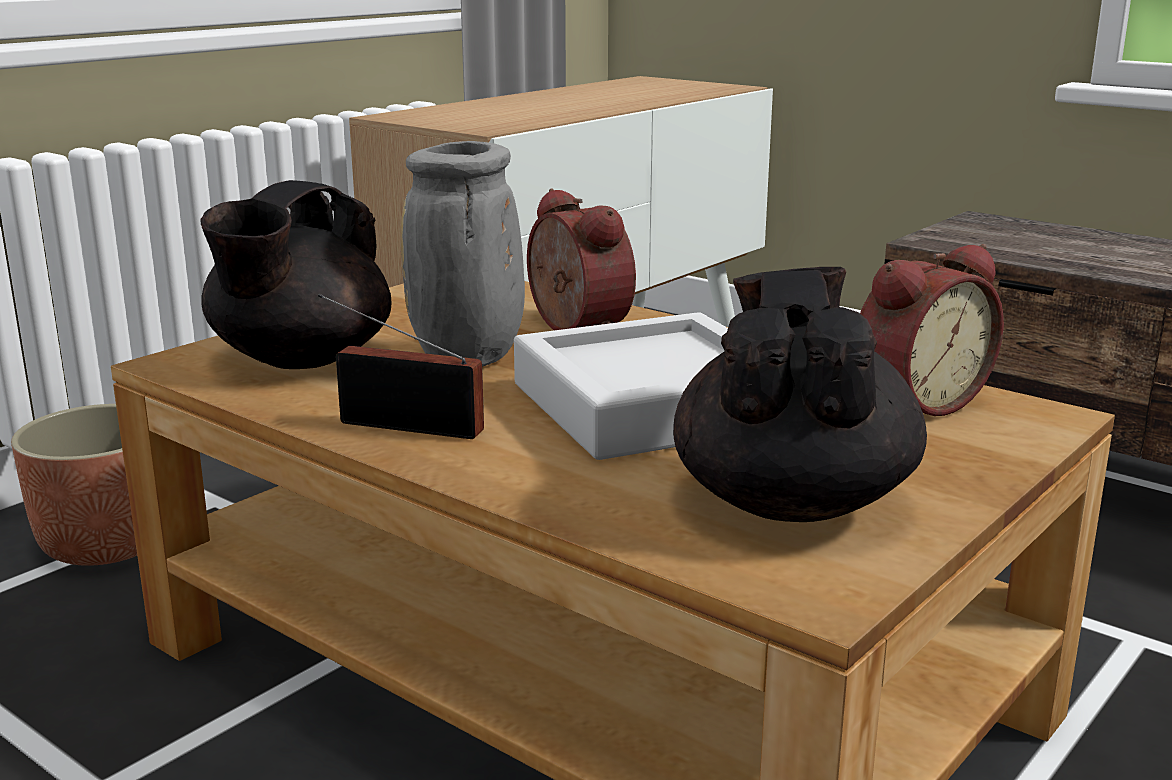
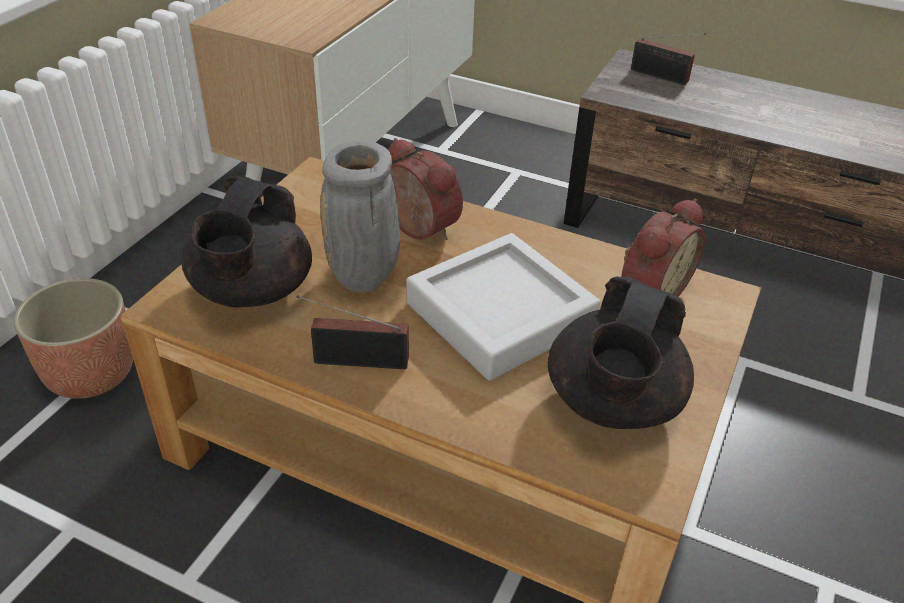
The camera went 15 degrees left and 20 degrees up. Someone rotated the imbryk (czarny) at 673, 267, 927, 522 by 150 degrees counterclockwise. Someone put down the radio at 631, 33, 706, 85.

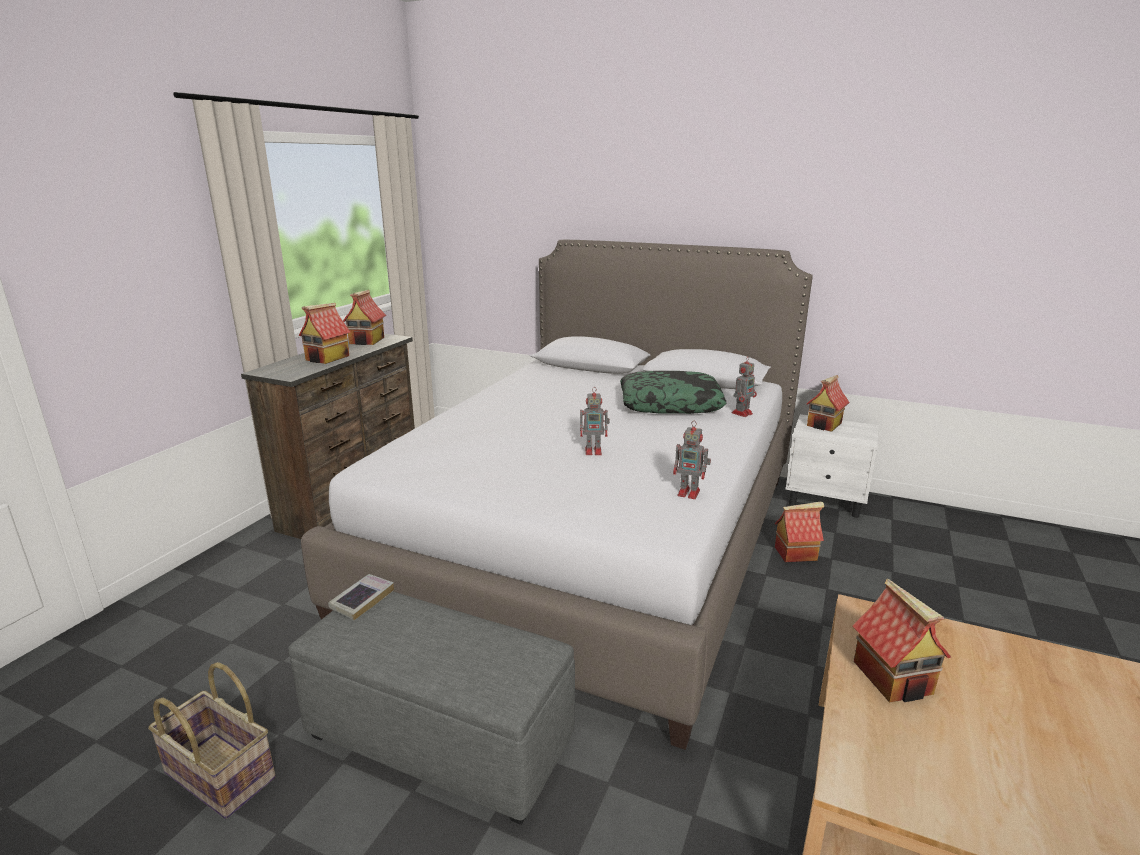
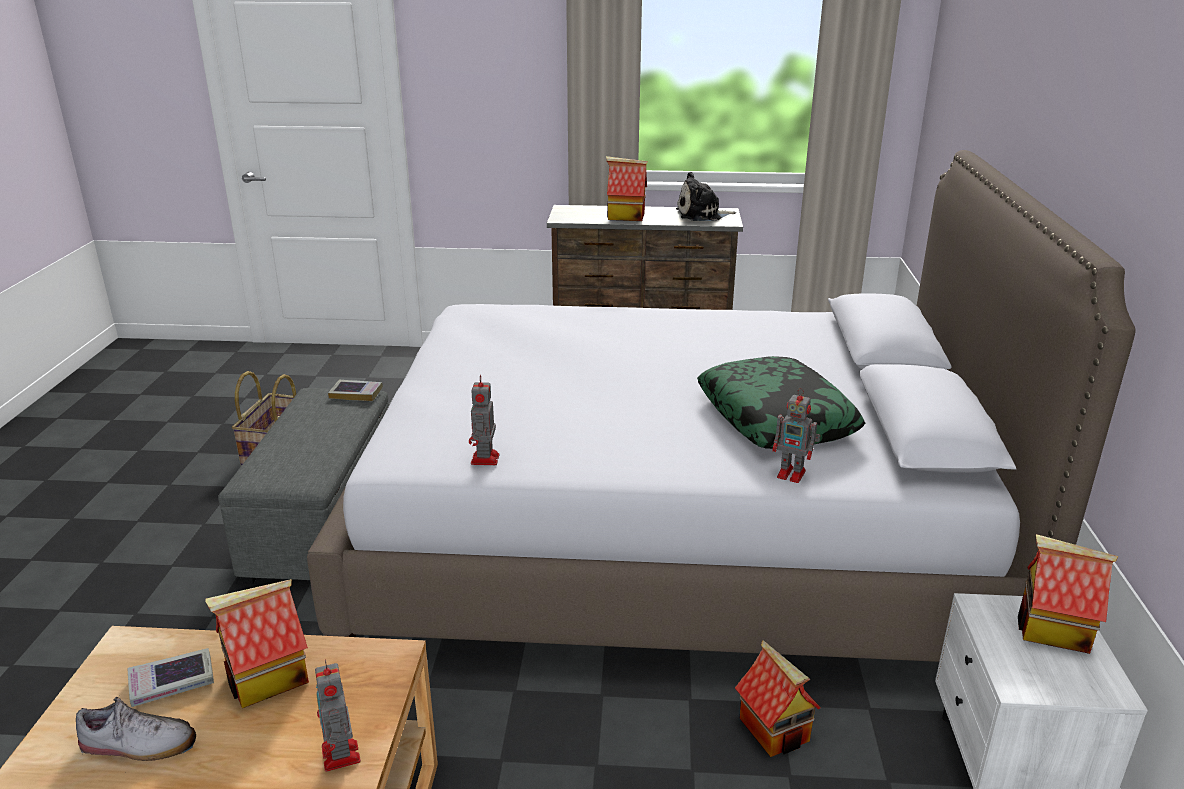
The camera went 70 degrees right and 5 degrees up. Someone put down the but at 76, 695, 196, 761. Someone put down the książka at 127, 648, 214, 707. Someone carried the robot zabawkowy from 580, 387, 610, 455 to 315, 660, 361, 772. Someone swapped the domek at 343, 290, 386, 345 for the pluszak at 676, 172, 736, 221.

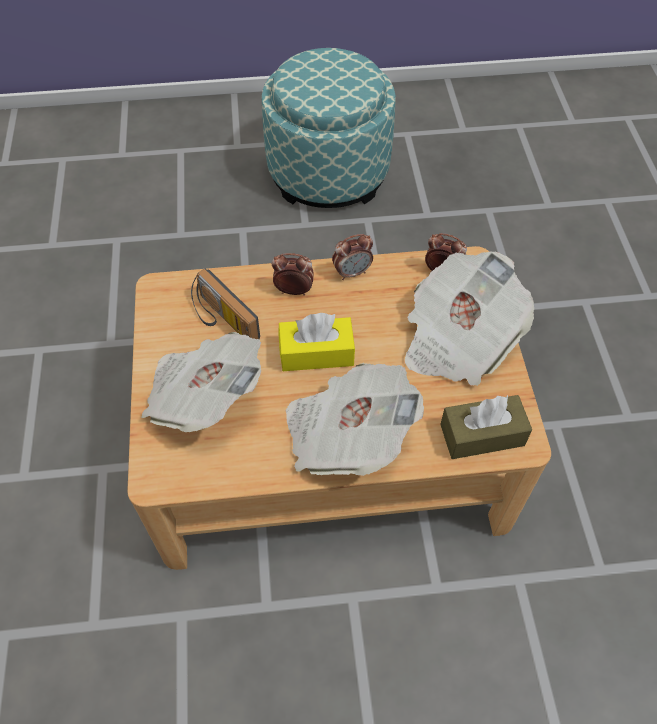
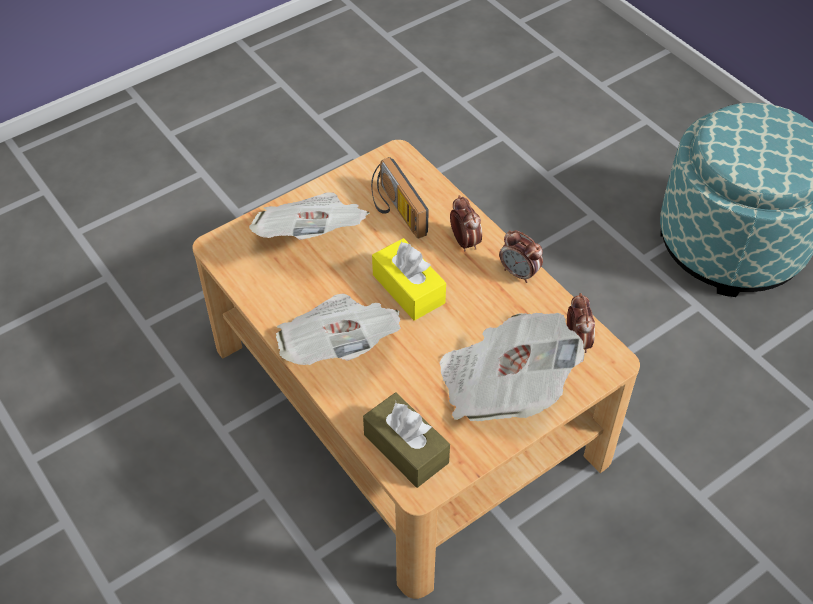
The camera went 60 degrees right and 5 degrees down. Someone rotated the radio at 191, 269, 260, 340 by 45 degrees counterclockwise.

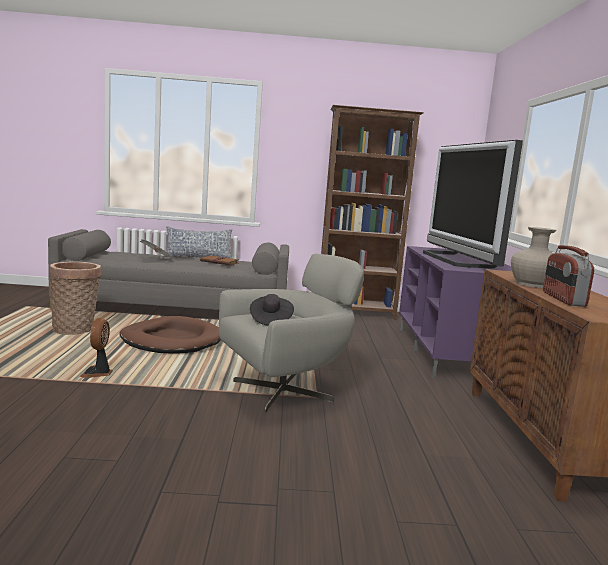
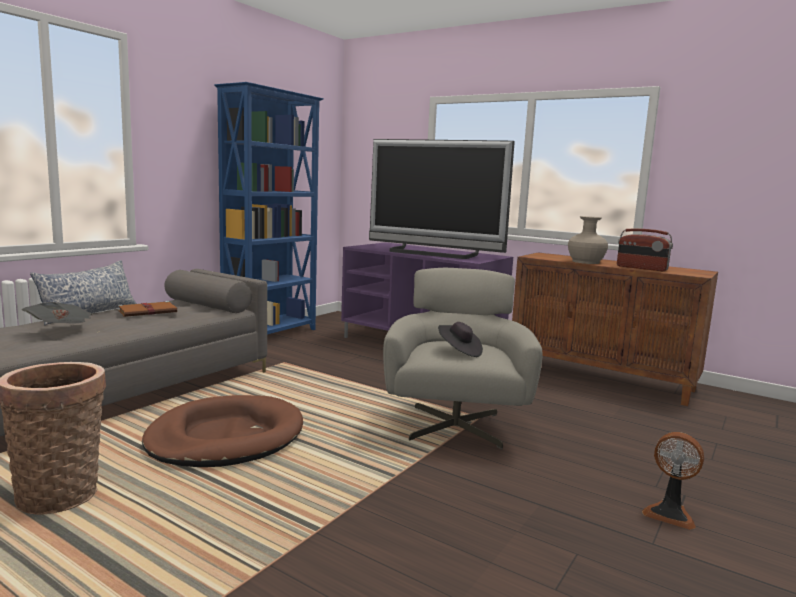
The camera went 55 degrees left and 0 degrees up. Someone repainted the regał (brązowy) at 321, 105, 424, 320, which became the regał (niebieski) at 214, 82, 324, 334. Someone carried the wentylator from 80, 318, 113, 378 to 642, 432, 704, 530.

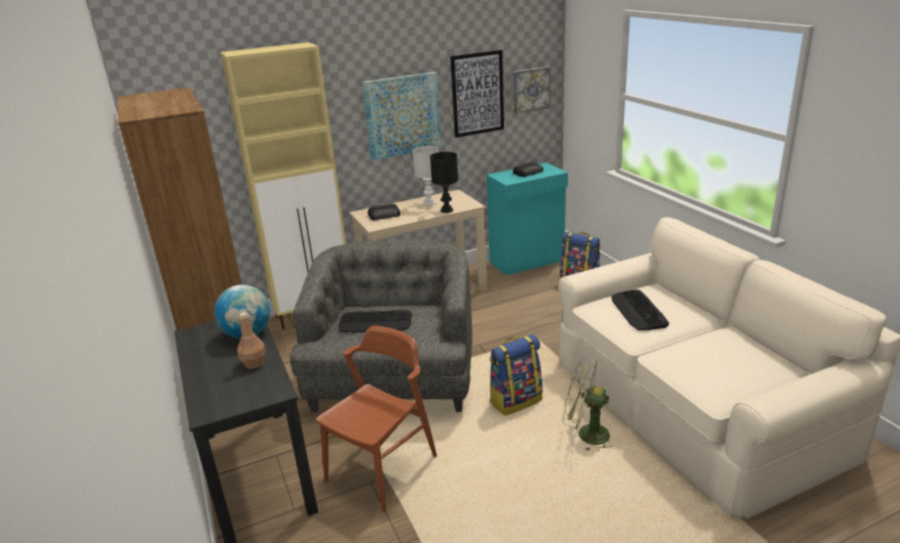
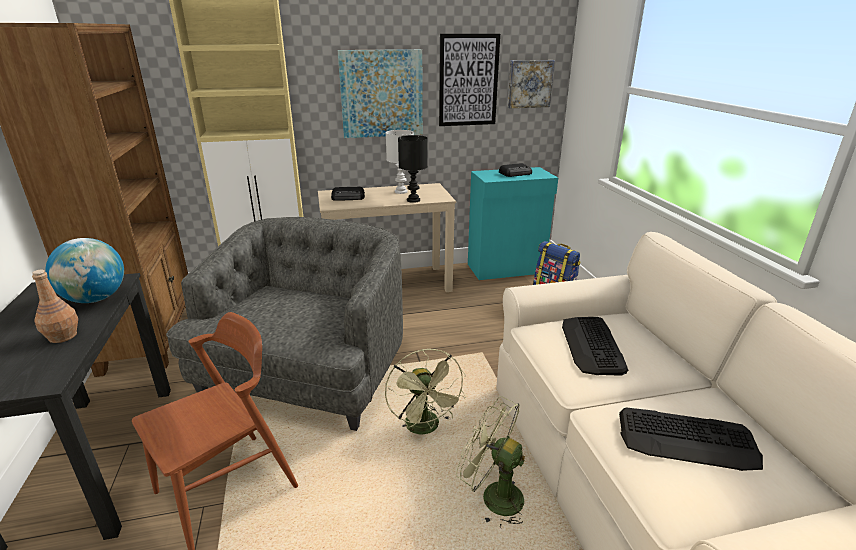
The camera went 10 degrees right and 0 degrees up. Someone swapped the plecak at 489, 334, 542, 415 for the wentylator (zielony) at 385, 349, 466, 434. Someone carried the klawiatura from 338, 310, 412, 333 to 619, 408, 763, 471.

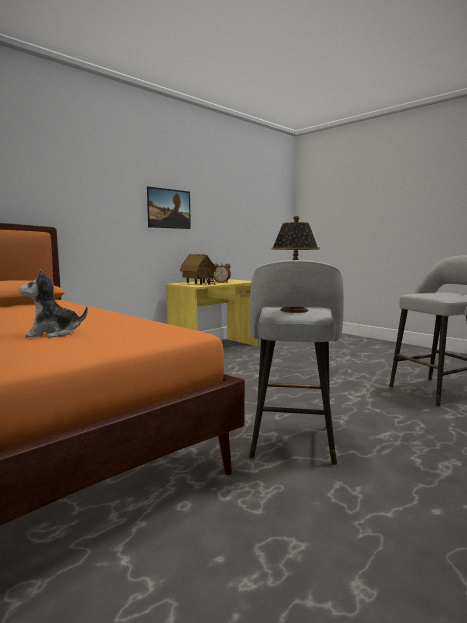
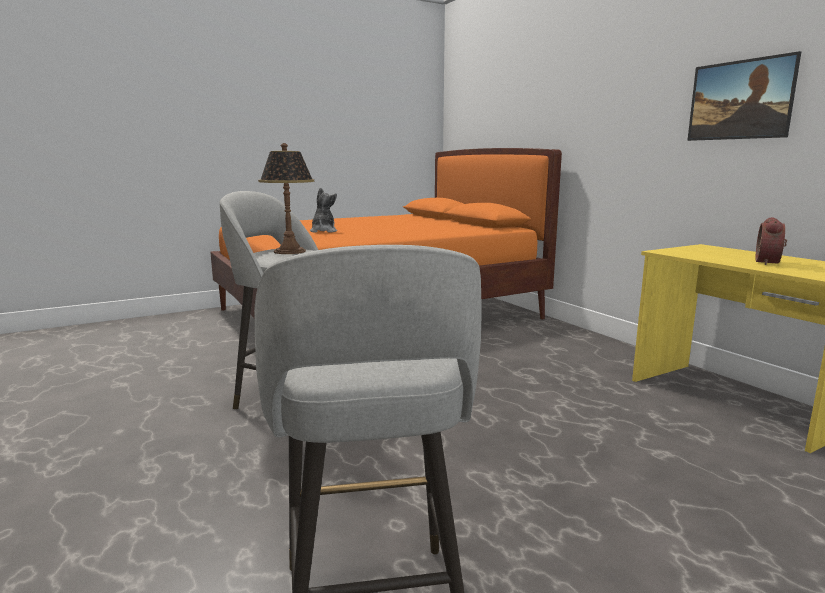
The camera went 105 degrees right and 5 degrees up. Someone took away the domek at 180, 254, 216, 285.

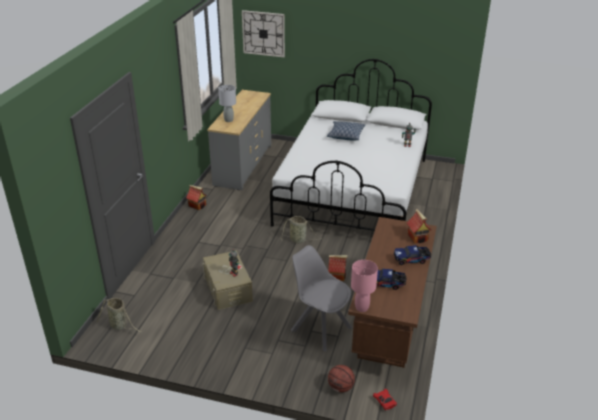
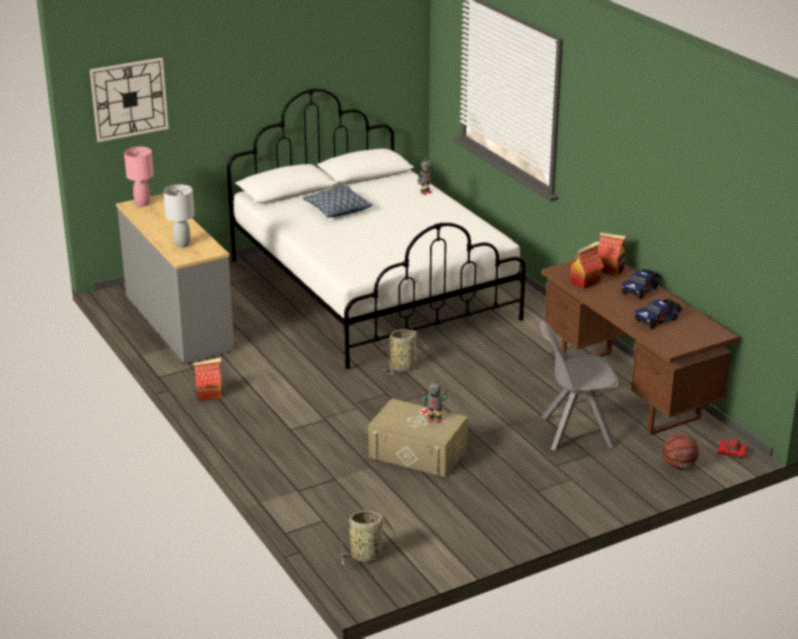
The camera went 45 degrees left and 5 degrees down. Someone carried the lampa stołowa (różowy) from 351, 260, 378, 312 to 124, 147, 154, 207. Someone carried the domek from 328, 255, 348, 281 to 569, 242, 605, 289.

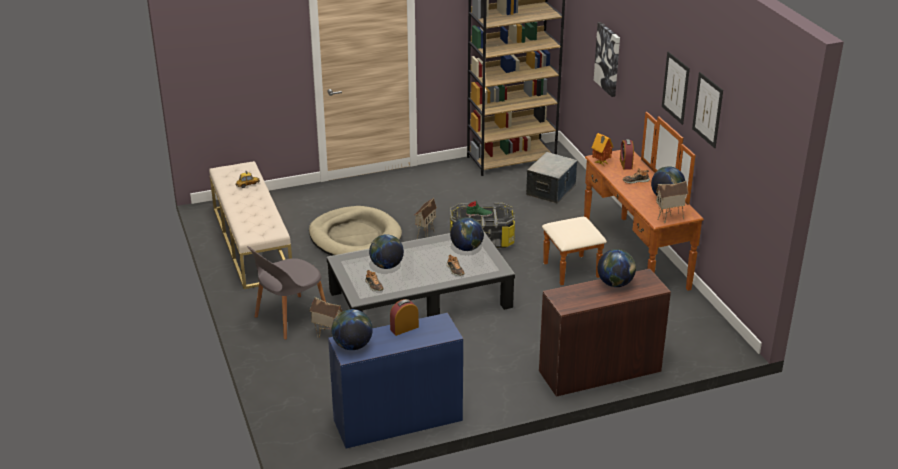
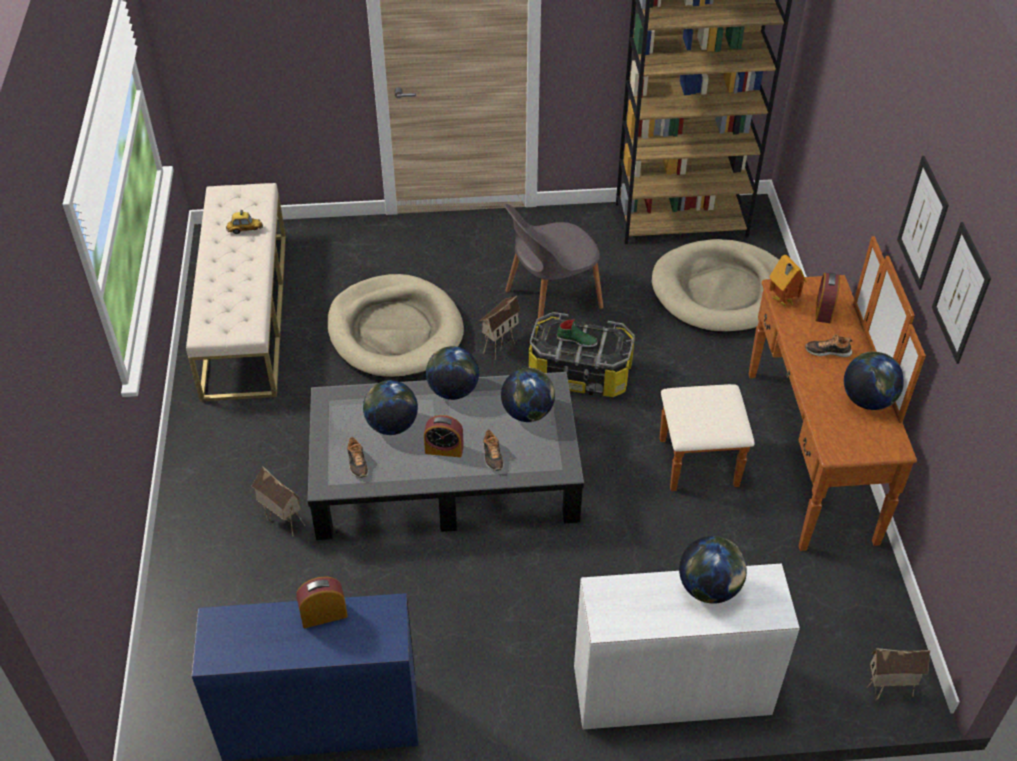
The camera went 15 degrees right and 15 degrees up. Someone put down the budzik at 424, 415, 464, 457. Someone carried the globus from 332, 309, 373, 350 to 426, 346, 480, 400. Someone carried the krzesło (szary) from 247, 246, 326, 340 to 505, 204, 603, 322. Someone repainted the biurko (brązowy) at 539, 269, 671, 397, which became the biurko (biały) at 574, 563, 800, 729. Someone swapped the pojemnik do przechowywania at 526, 152, 578, 203 for the legowisko (beżowy) at 652, 239, 779, 333. Someone carried the domek from 656, 181, 688, 224 to 867, 648, 931, 699. Someone took away the obraz at 594, 22, 620, 97.

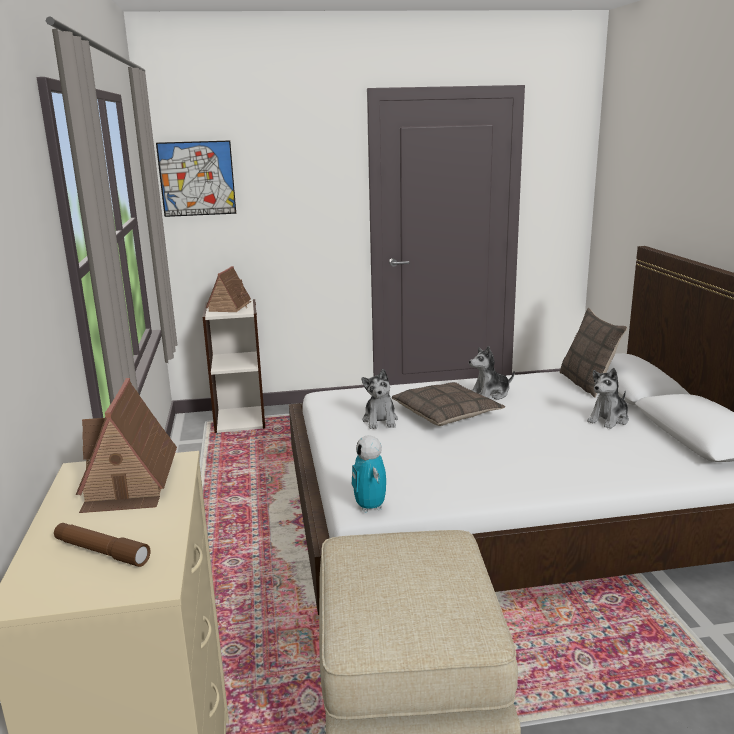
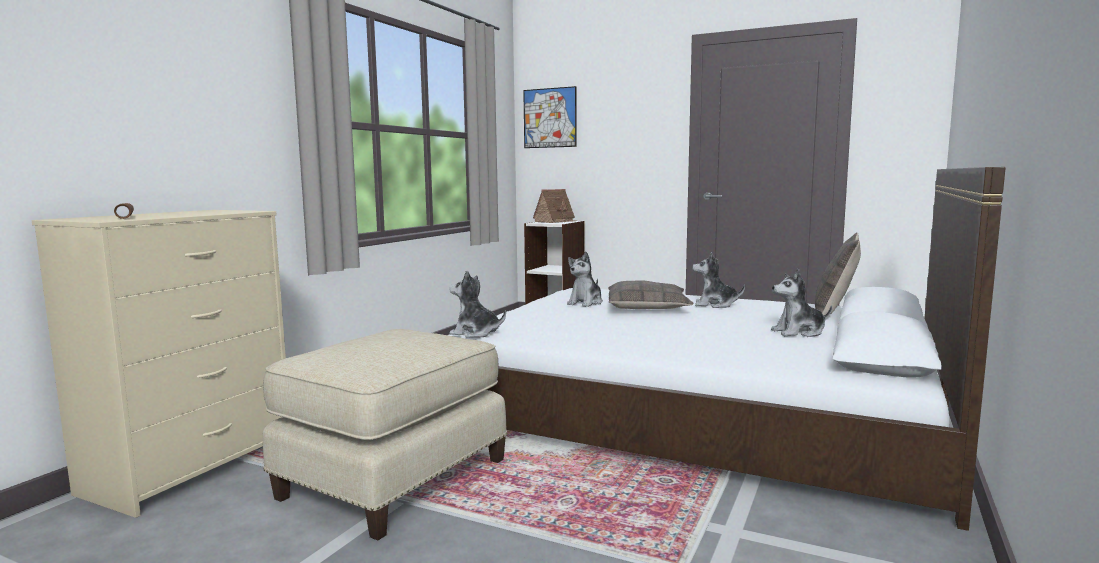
The camera went 35 degrees right and 10 degrees down. Someone swapped the robot zabawkowy at 352, 435, 386, 513 for the pluszak at 449, 270, 506, 338. Someone took away the domek at 76, 378, 177, 513.

